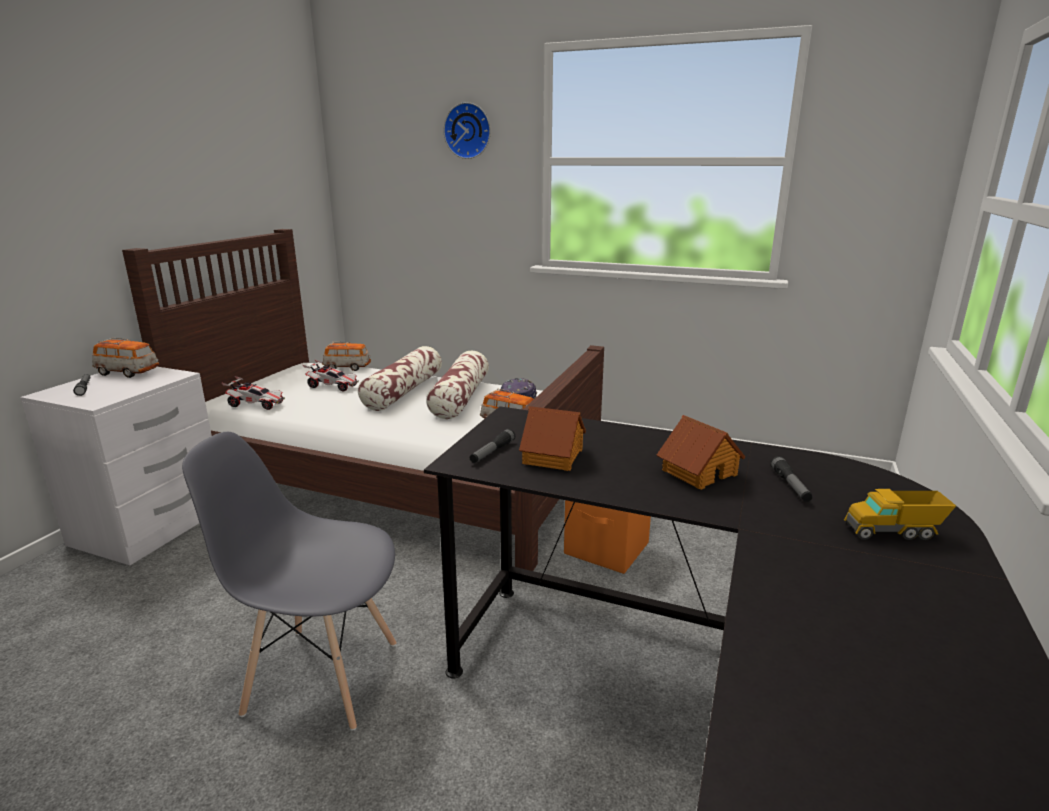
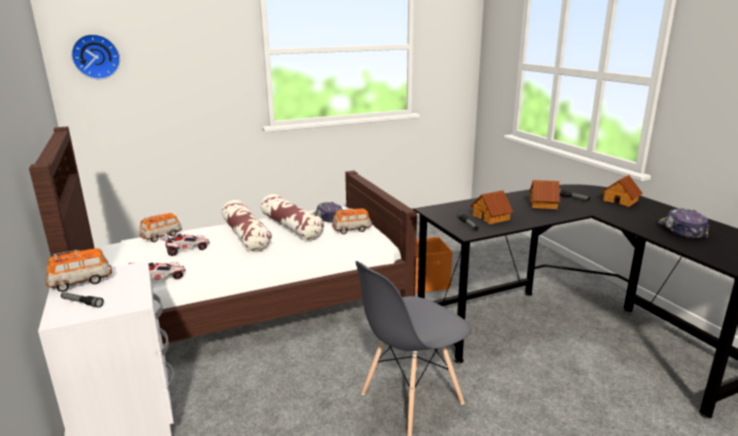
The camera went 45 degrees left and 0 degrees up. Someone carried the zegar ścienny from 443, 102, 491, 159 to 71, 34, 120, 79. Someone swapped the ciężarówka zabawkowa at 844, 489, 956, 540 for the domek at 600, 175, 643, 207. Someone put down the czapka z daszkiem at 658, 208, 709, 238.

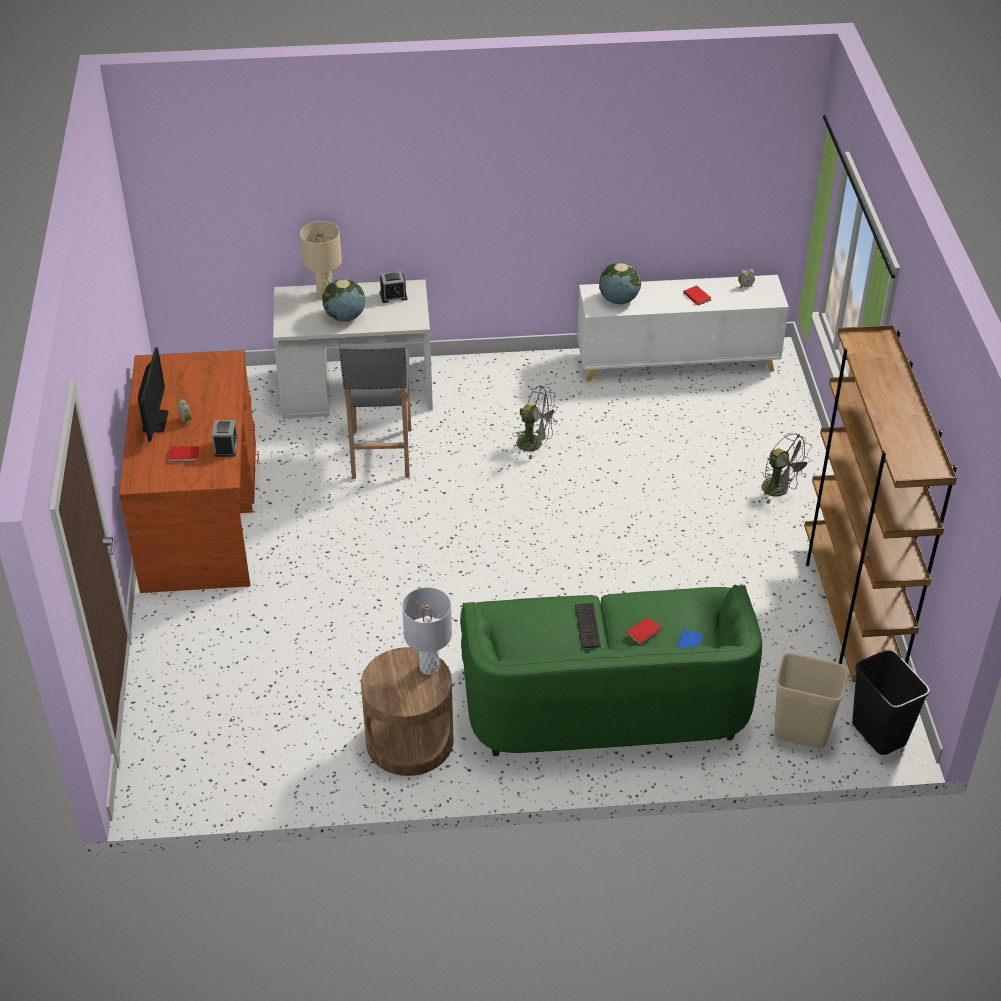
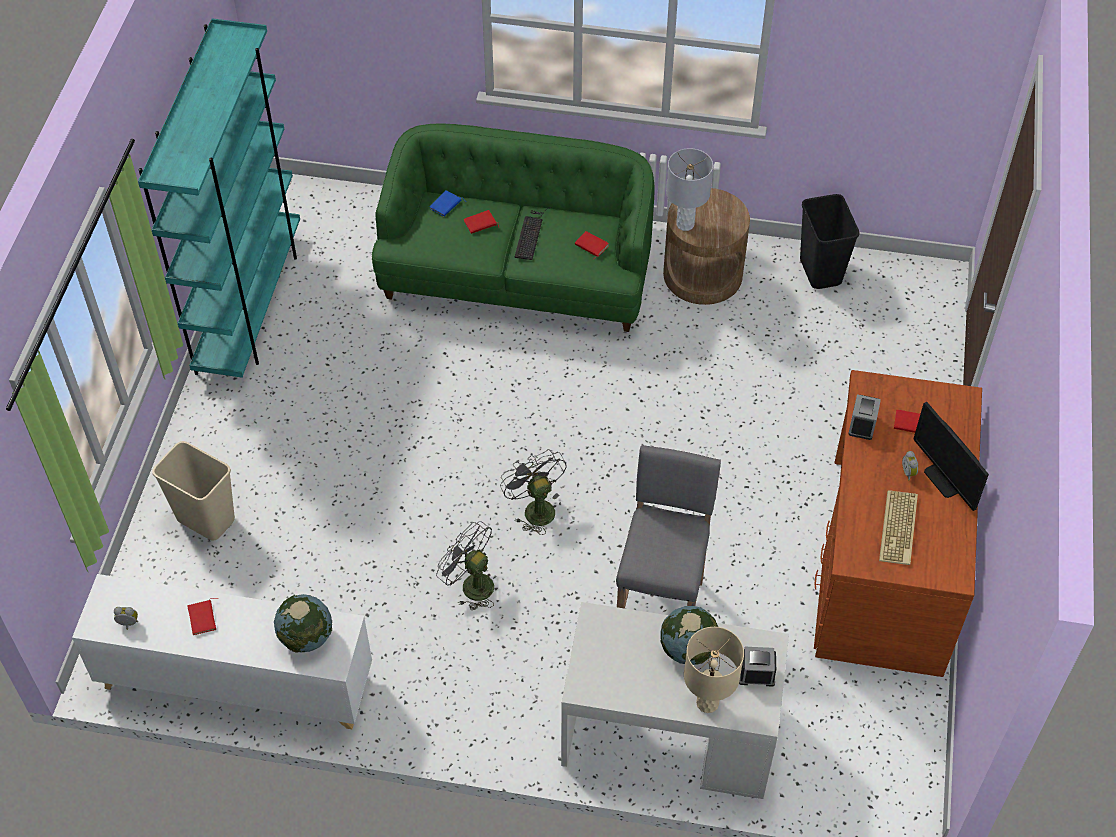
The camera went 165 degrees left and 10 degrees up. Someone repainted the regał (brązowy) at 804, 325, 957, 682, which became the regał (turkusowy) at 138, 18, 300, 378. Someone carried the kosz na śmieci (beżowy) from 774, 653, 848, 748 to 152, 441, 235, 541. Someone carried the wentylator (szary) from 761, 433, 812, 504 to 500, 449, 567, 535. Someone put down the książka (czerwony) at 575, 231, 609, 257. Someone carried the budzik from 380, 271, 407, 303 to 739, 647, 776, 687. Someone carried the kosz na śmieci (czarny) from 852, 649, 930, 755 to 800, 194, 859, 289. Someone put down the klawiatura at 879, 490, 918, 565. Someone rotated the monitor at 138, 347, 168, 441 by 45 degrees counterclockwise.

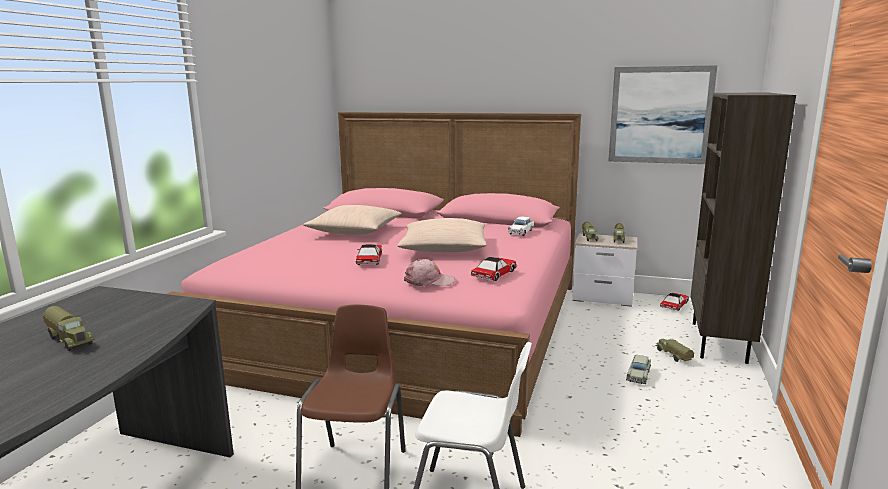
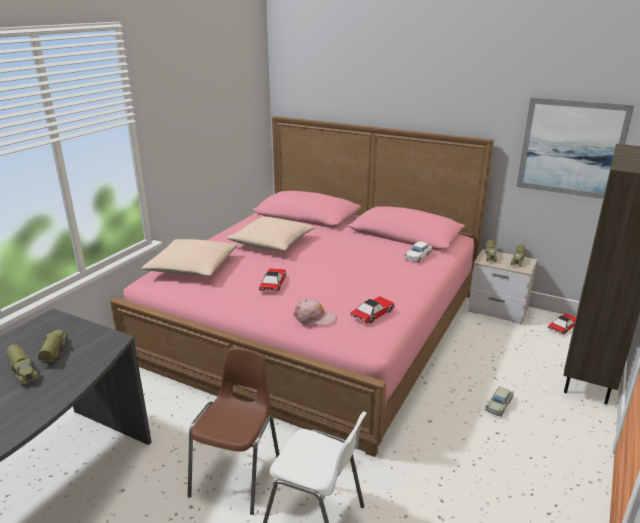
The camera went 10 degrees right and 10 degrees up. Someone carried the ciężarówka zabawkowa from 655, 339, 694, 362 to 38, 330, 68, 363. Someone carried the poduszka (beżowy) from 398, 218, 487, 252 to 142, 239, 237, 276.

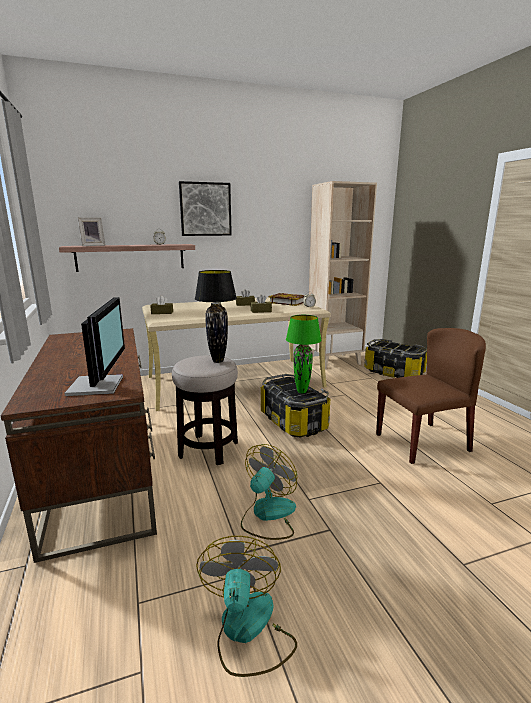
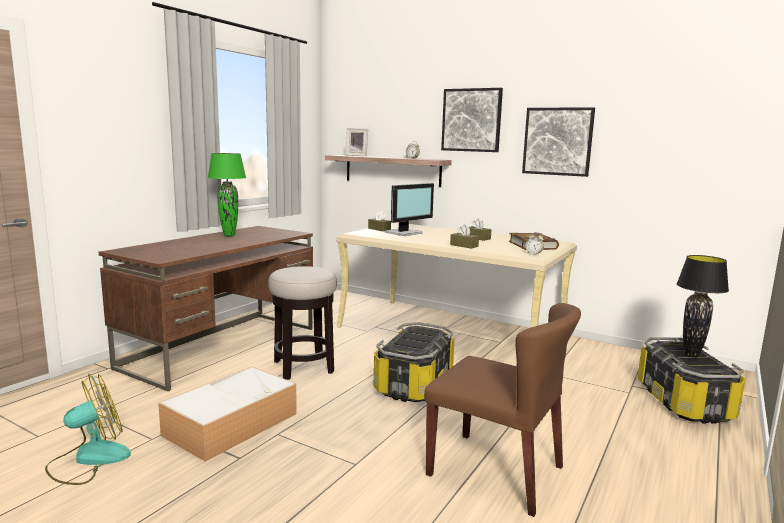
The camera went 50 degrees right and 5 degrees down. Someone swapped the wentylator at 241, 444, 297, 540 for the pojemnik do przechowywania at 158, 366, 297, 462. Someone carried the lampa stołowa (zielony) from 286, 315, 322, 393 to 208, 153, 246, 236. Someone carried the monitor from 64, 297, 125, 396 to 384, 183, 434, 236. Someone put up the obraz at 522, 107, 595, 177. Someone carried the lampa stołowa (czarny) from 195, 270, 237, 363 to 677, 255, 729, 358. Someone took away the regał (beżowy) at 308, 181, 377, 369.

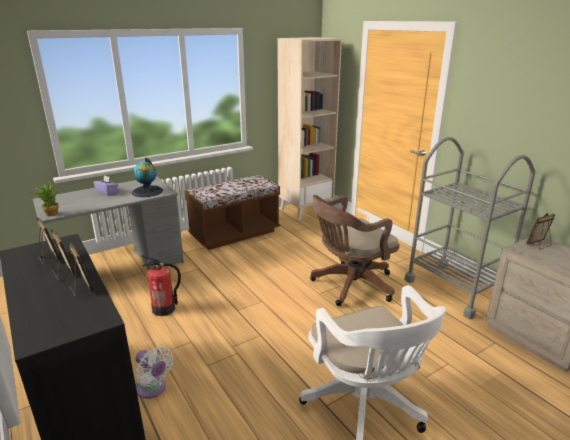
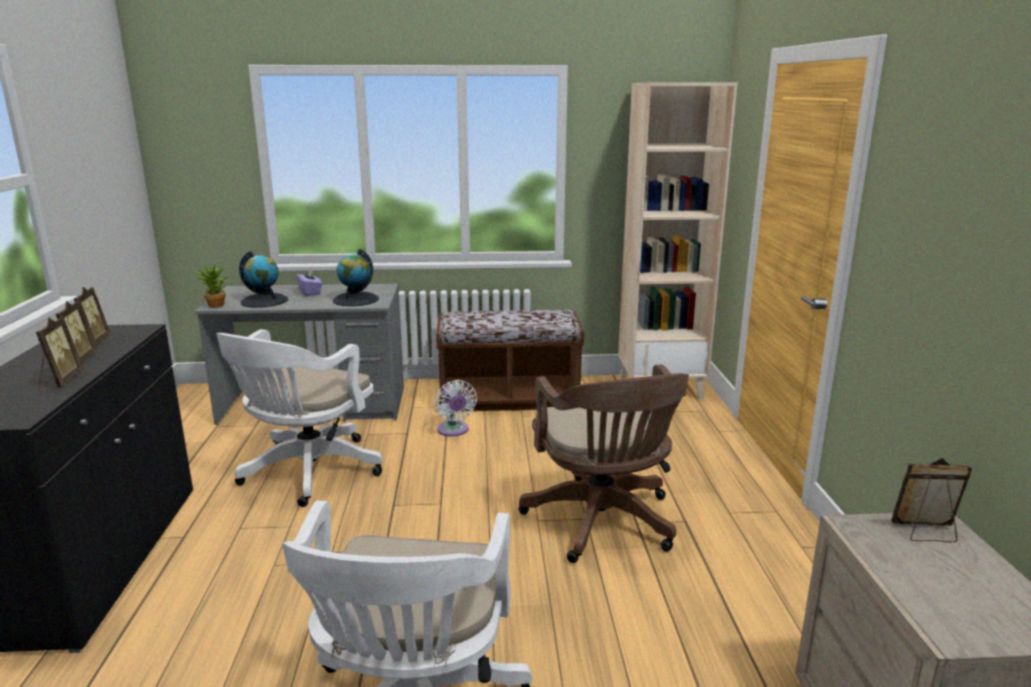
The camera went 30 degrees right and 5 degrees down. Someone swapped the gaśnica at 141, 255, 181, 316 for the krzesło biurowe (biały) at 216, 329, 383, 507. Someone put down the globus at 239, 251, 288, 308. Someone carried the wentylator (biały) from 135, 346, 173, 399 to 434, 380, 477, 437. Someone rotated the krzesło biurowe (brązowy) at 310, 195, 400, 306 by 105 degrees counterclockwise. Someone took away the wózek (szary) at 405, 137, 536, 319.

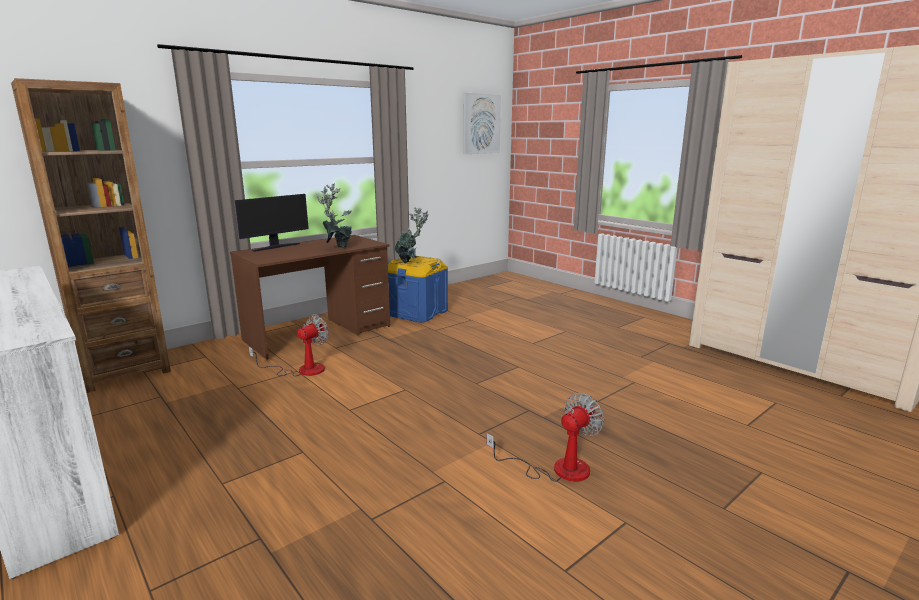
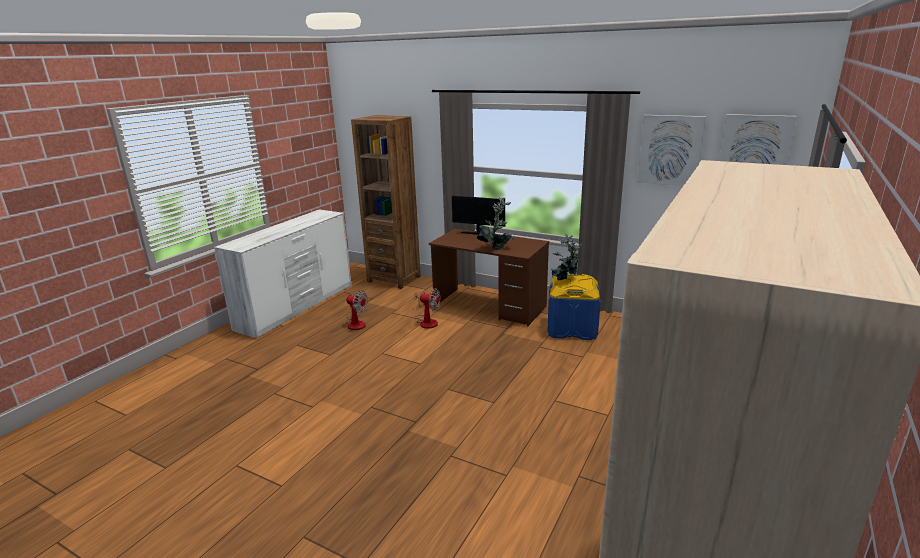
The camera went 70 degrees right and 5 degrees up. Someone carried the wentylator from 486, 393, 604, 482 to 346, 290, 368, 330. Someone put up the obraz at 637, 115, 706, 186.

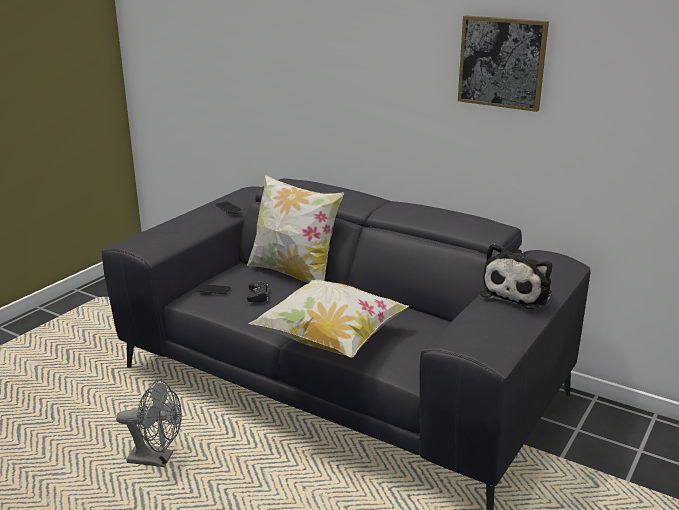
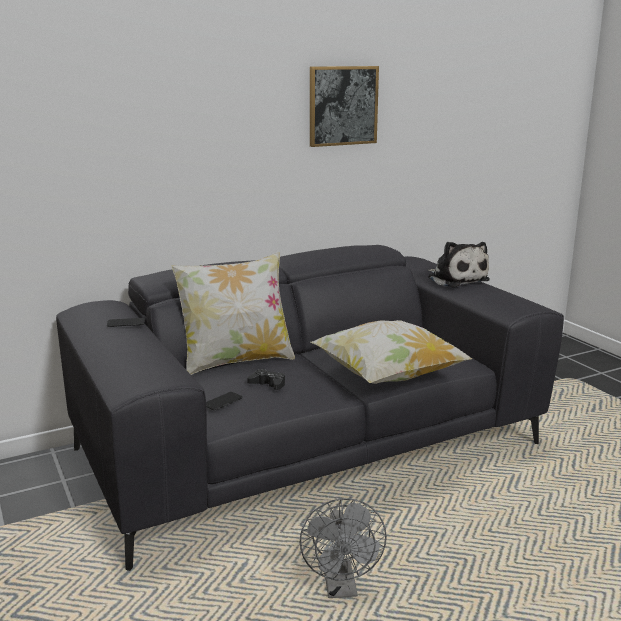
The camera went 60 degrees left and 5 degrees down. Someone rotated the wentylator (szary) at 116, 380, 182, 467 by 135 degrees clockwise.

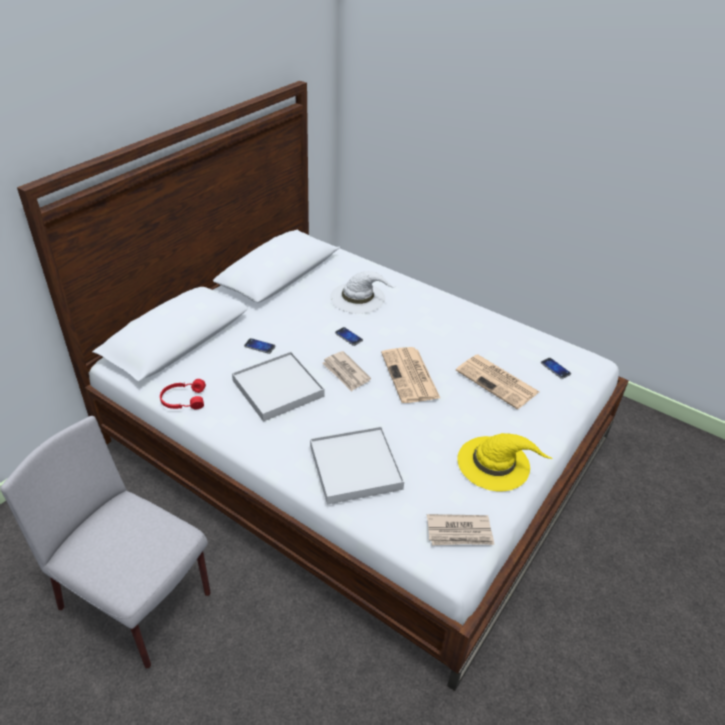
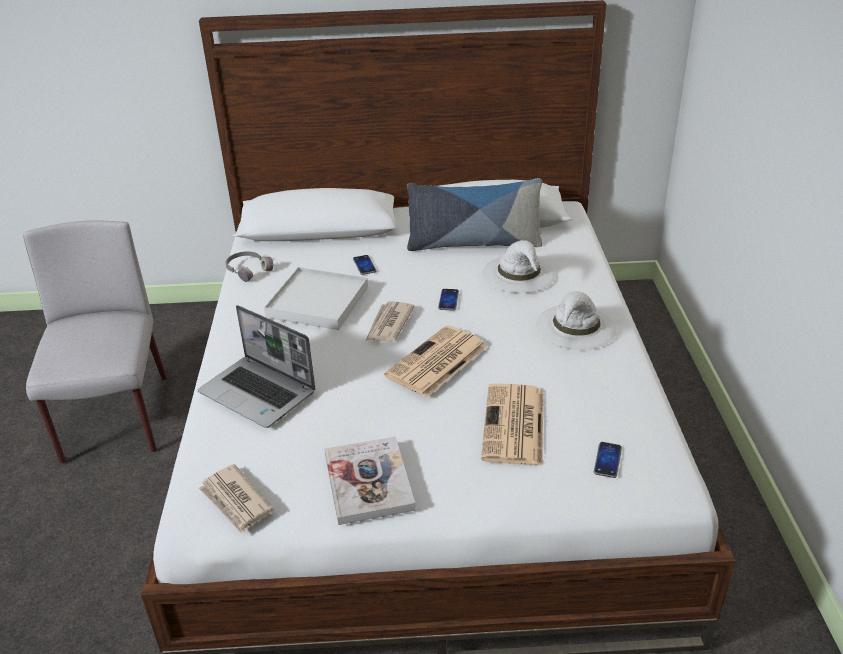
The camera went 55 degrees right and 5 degrees down. Someone swapped the taca (biały) at 310, 426, 404, 505 for the laptop at 198, 305, 315, 428. Someone repainted the słuchawki (czerwony) at 160, 379, 206, 409, which became the słuchawki (szary) at 225, 251, 273, 282. Someone swapped the kapelusz (żółty) at 458, 433, 553, 492 for the książka at 324, 436, 416, 525. Someone put down the poduszka at 407, 178, 542, 251. Someone put down the kapelusz (biały) at 536, 291, 617, 350.

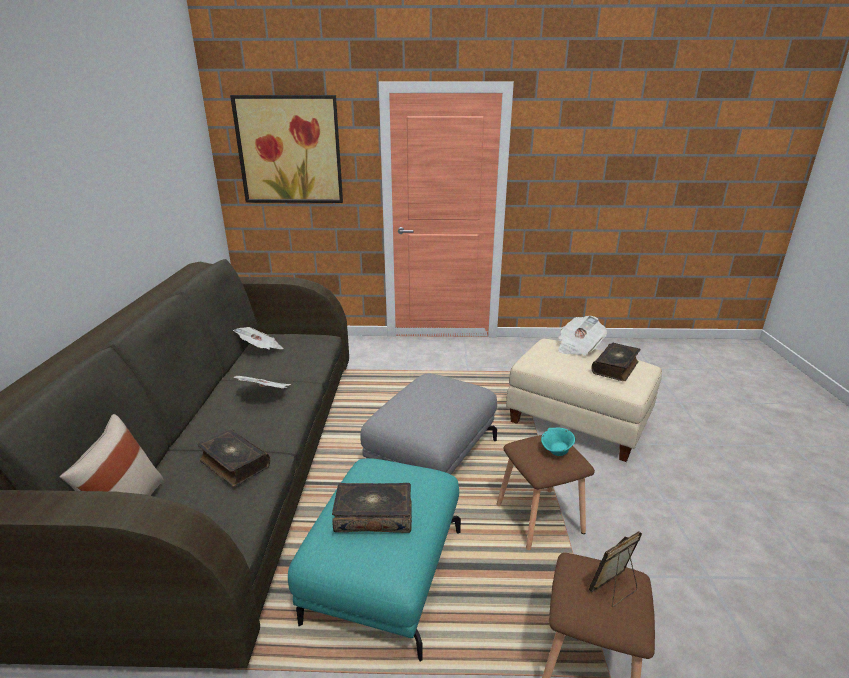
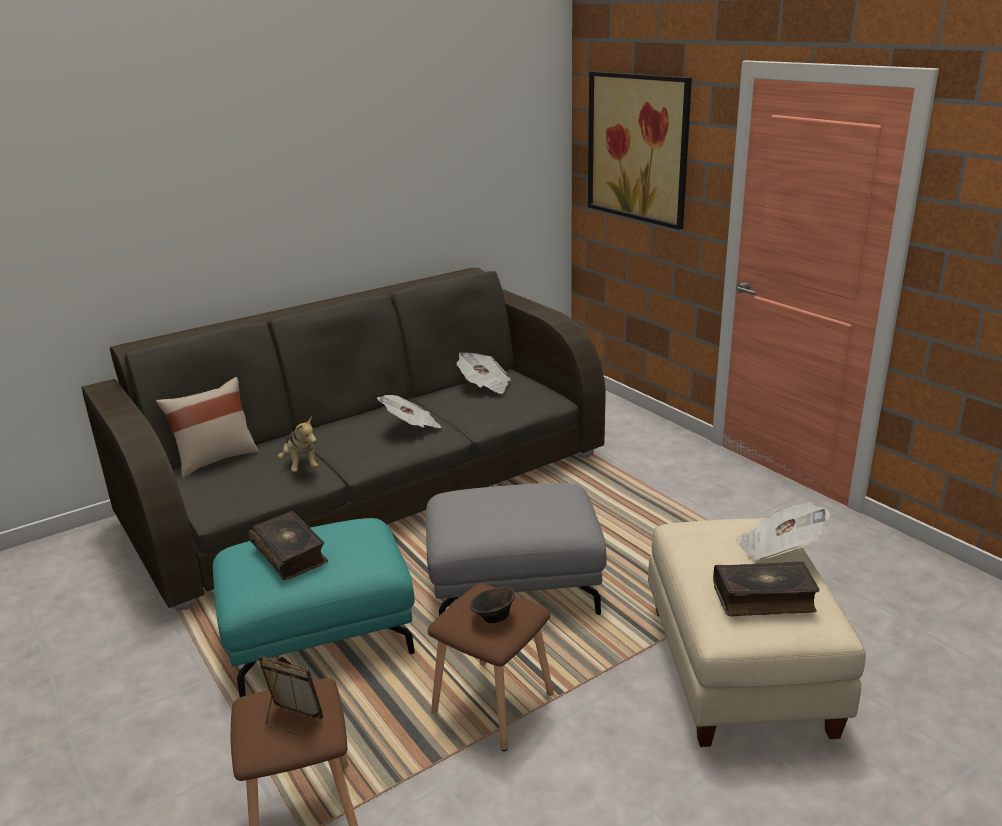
The camera went 55 degrees right and 0 degrees up. Someone swapped the książka at 197, 429, 270, 487 for the pluszak at 278, 417, 319, 472. Someone repainted the miska (turkusowy) at 541, 427, 575, 456, which became the miska (brązowy) at 470, 586, 515, 623.

